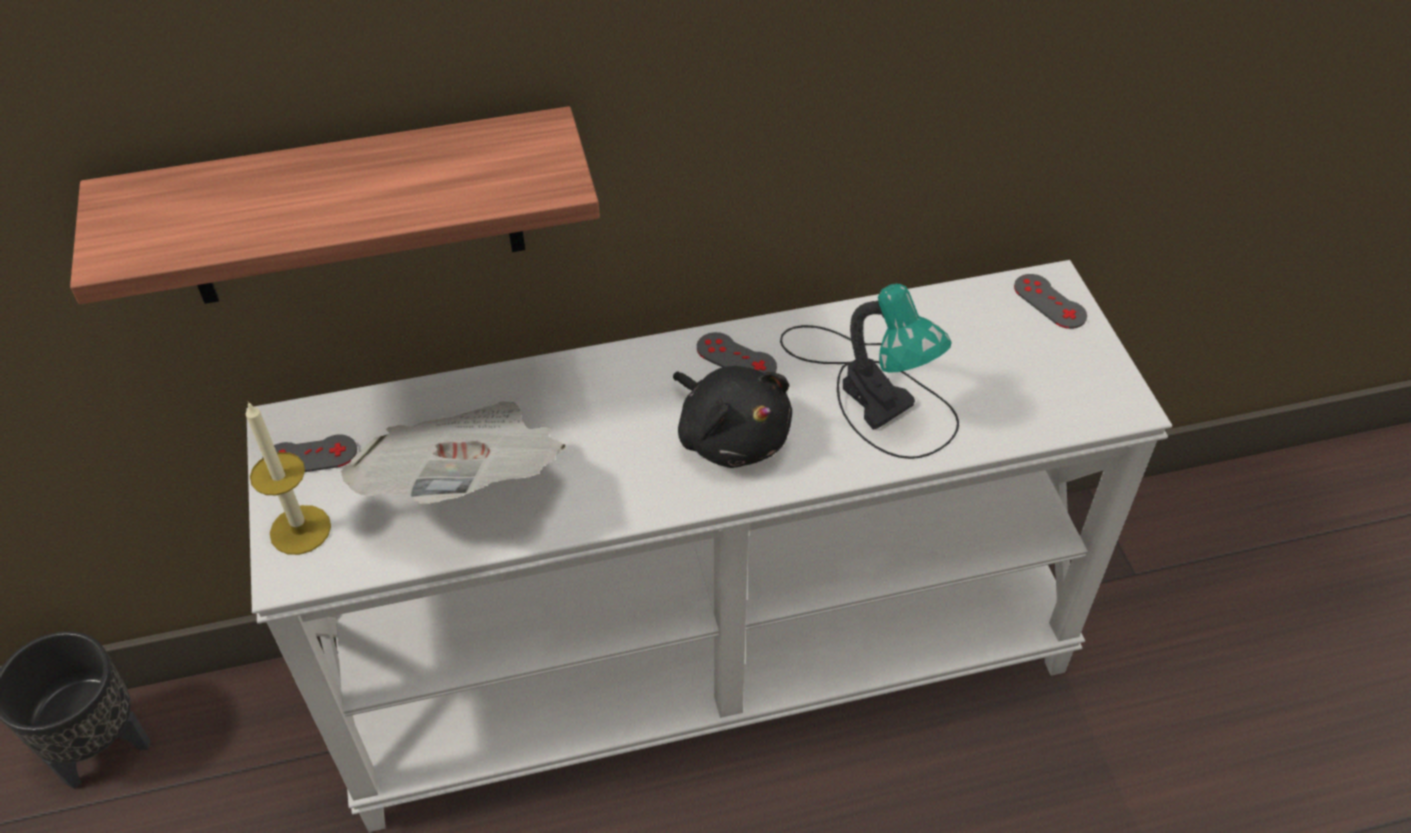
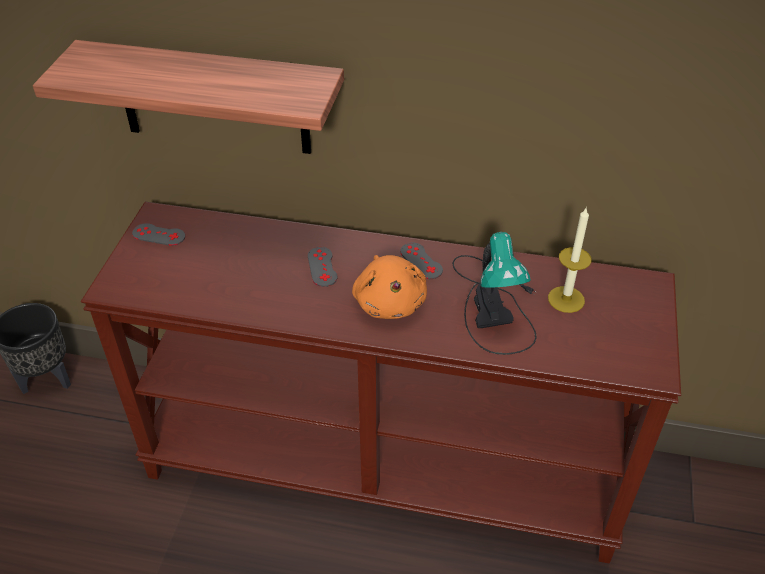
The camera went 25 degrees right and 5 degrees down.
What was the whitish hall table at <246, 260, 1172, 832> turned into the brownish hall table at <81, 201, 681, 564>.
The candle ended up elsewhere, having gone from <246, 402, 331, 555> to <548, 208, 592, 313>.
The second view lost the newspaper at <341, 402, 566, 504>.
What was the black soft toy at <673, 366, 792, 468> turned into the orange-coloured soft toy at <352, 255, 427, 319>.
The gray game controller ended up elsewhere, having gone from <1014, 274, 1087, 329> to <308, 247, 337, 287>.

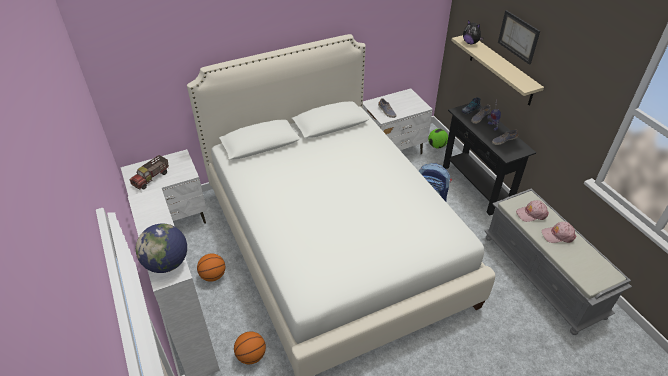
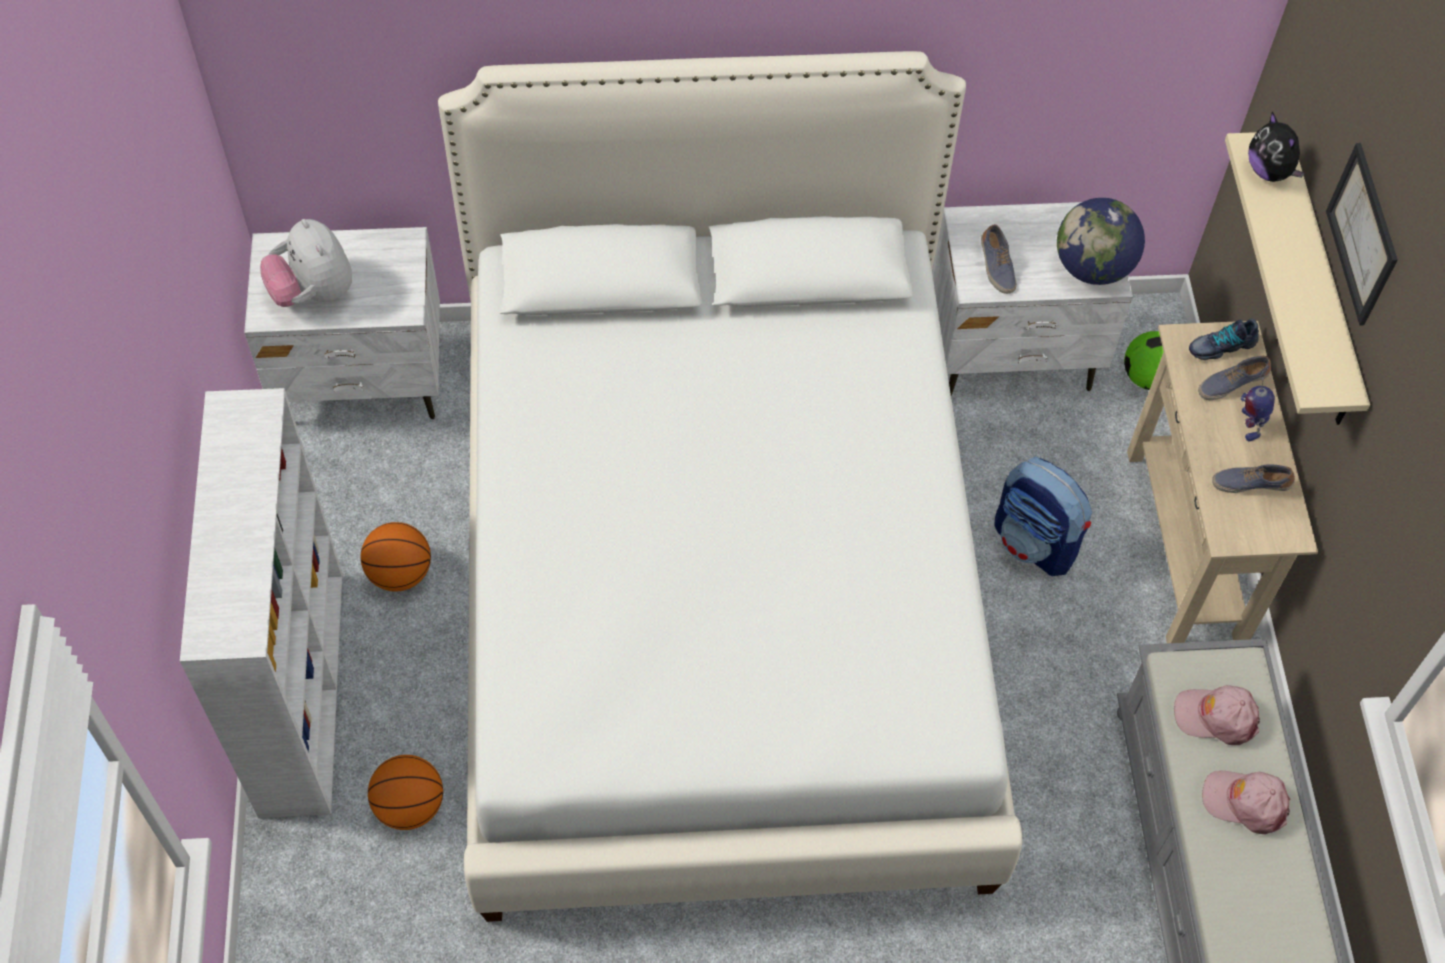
The camera went 20 degrees right and 15 degrees up.
Where the toy truck stood at <130, 155, 169, 189>, the soft toy came to stand at <260, 219, 352, 307>.
The globe ended up elsewhere, having gone from <136, 223, 187, 273> to <1057, 198, 1145, 285>.
What was the black hall table at <443, 104, 536, 216> turned into the beige hall table at <1127, 321, 1318, 643>.

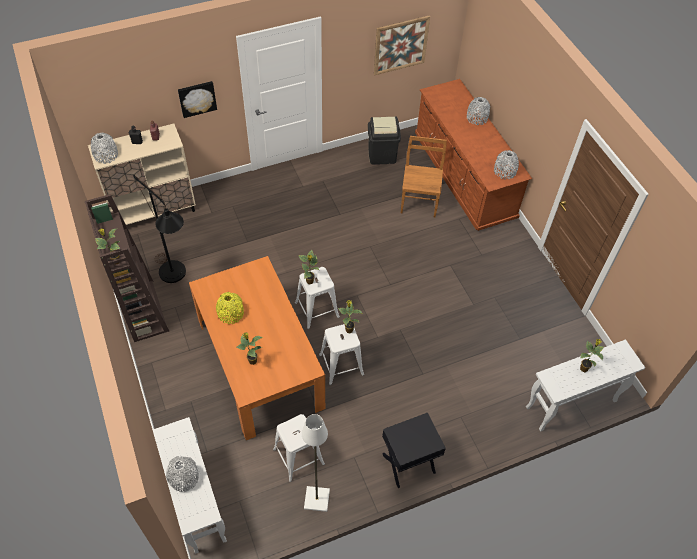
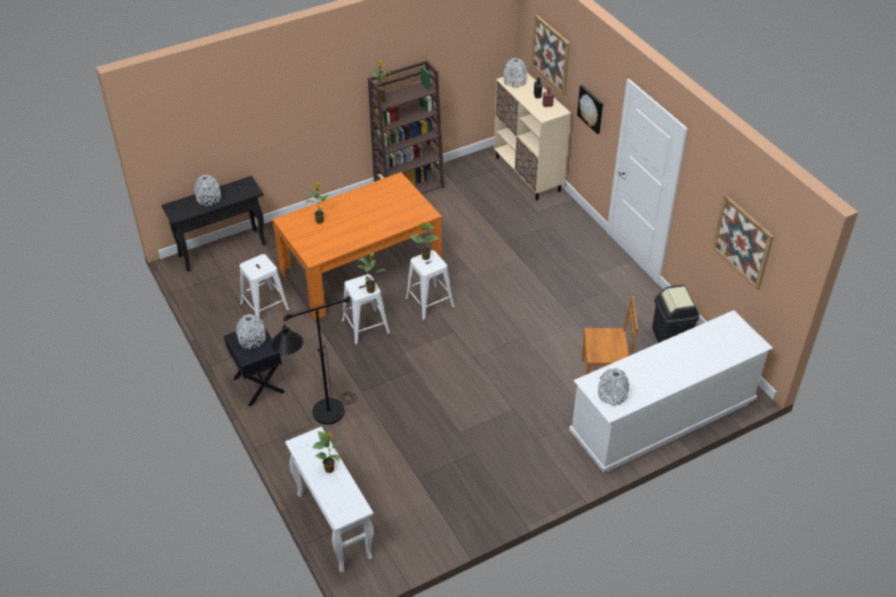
The camera went 85 degrees right and 10 degrees down.
The black standard lamp ended up elsewhere, having gone from <133, 175, 186, 283> to <271, 296, 357, 425>.
What was the whitish hall table at <153, 417, 227, 554> turned into the black hall table at <161, 176, 266, 272>.
The second view lost the yellow flower vase at <216, 292, 244, 324>.
The second view lost the whitish standard lamp at <302, 414, 330, 512>.
What was the brownish drawer chest at <415, 79, 532, 231> turned into the whitish drawer chest at <569, 310, 773, 472>.
The gray flower vase ended up elsewhere, having gone from <467, 97, 490, 125> to <236, 314, 266, 349>.
The second view gained the picture at <531, 14, 570, 96>.

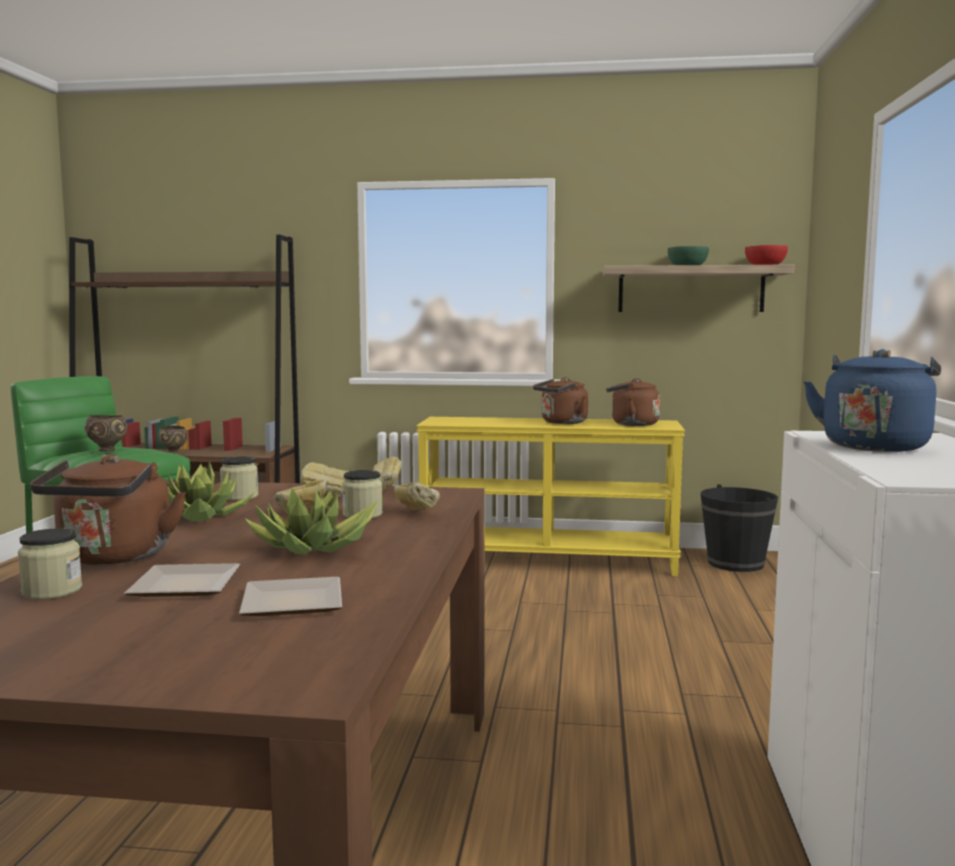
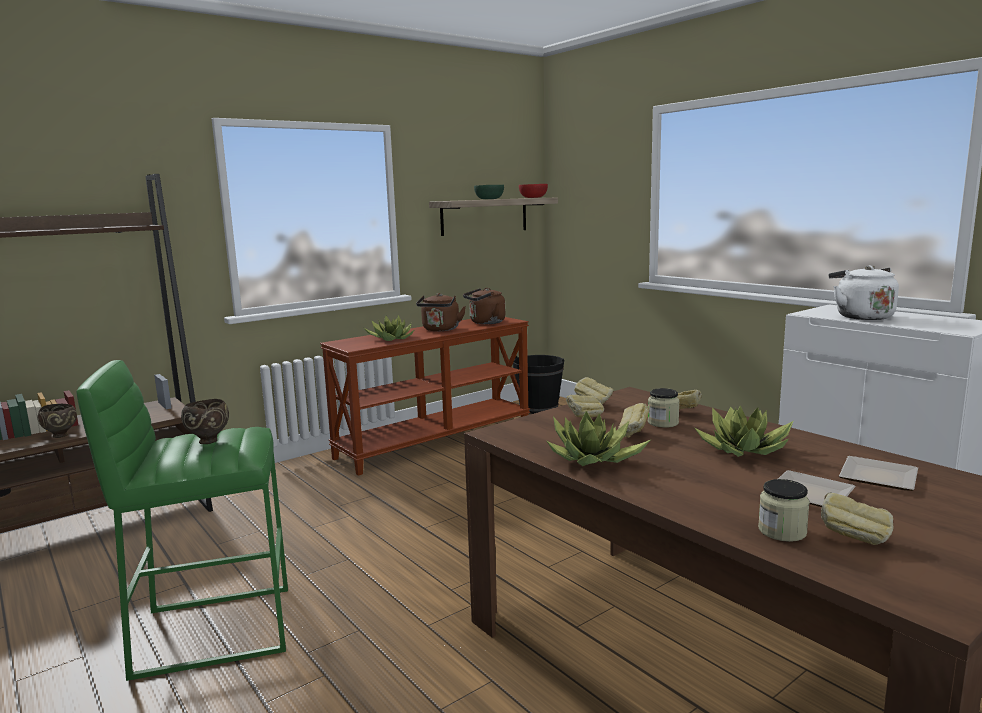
The camera went 45 degrees left and 5 degrees up.
The second view lost the brownish water kettle at <30, 454, 186, 565>.
The second view lost the preserve jar at <220, 456, 259, 501>.
What was the yellow hall table at <416, 417, 685, 576> turned into the brownish hall table at <320, 317, 530, 476>.
What was the bluish water kettle at <804, 349, 941, 452> turned into the whitish water kettle at <829, 265, 899, 320>.
The second view gained the houseplant at <363, 315, 414, 341>.
The second view gained the bakery bread at <821, 492, 894, 545>.

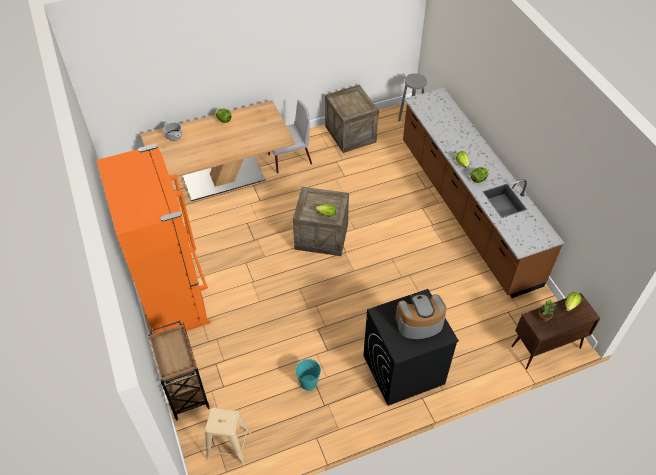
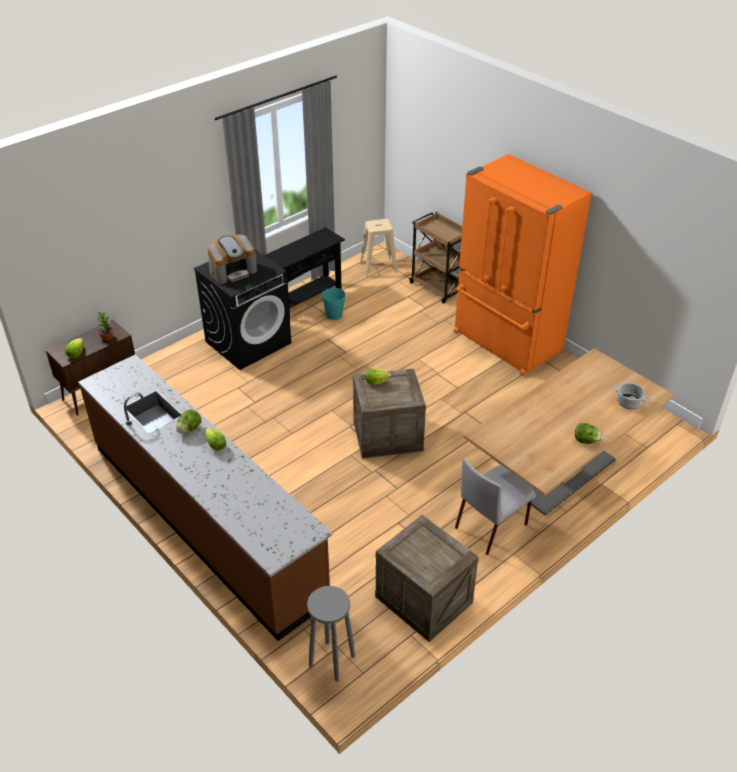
The camera went 160 degrees right and 10 degrees down.
The second view gained the black hall table at <264, 227, 345, 315>.

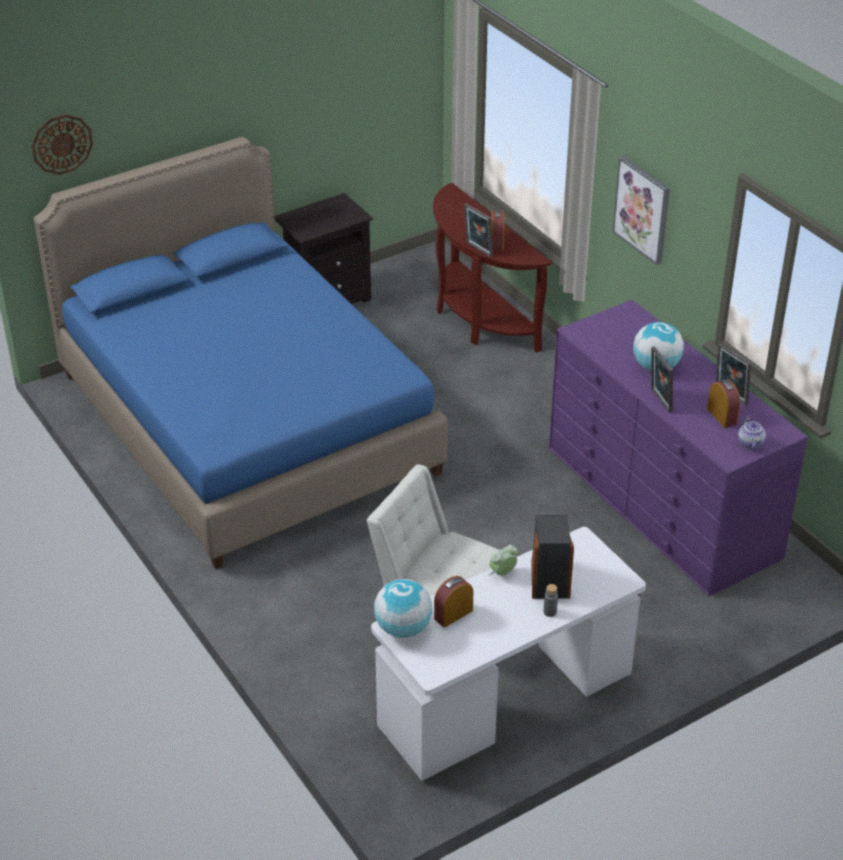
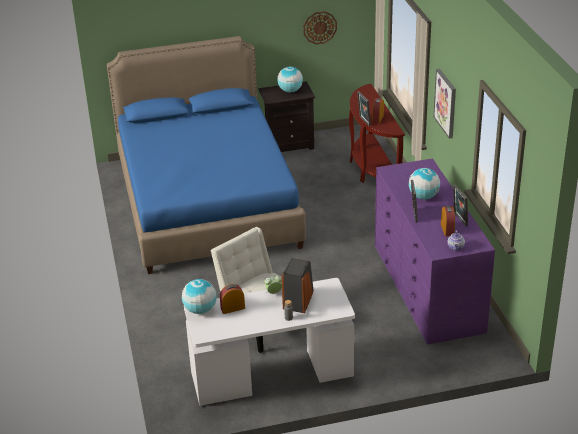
The camera went 20 degrees right and 5 degrees down.
The clock on the wall ended up elsewhere, having gone from <32, 114, 93, 175> to <303, 11, 337, 44>.
The second view gained the globe at <277, 67, 303, 92>.

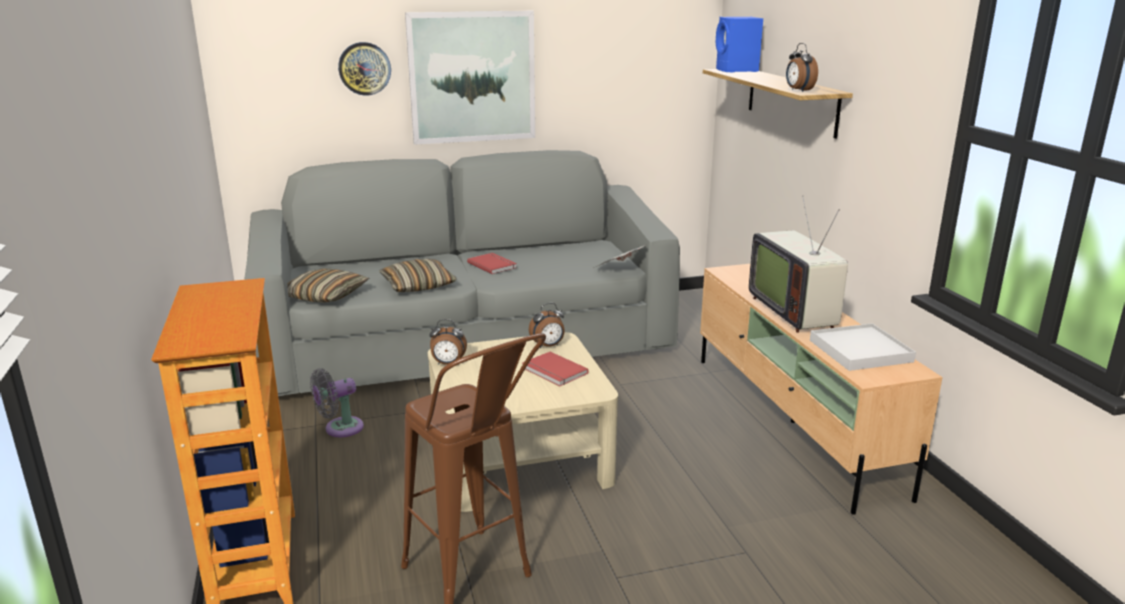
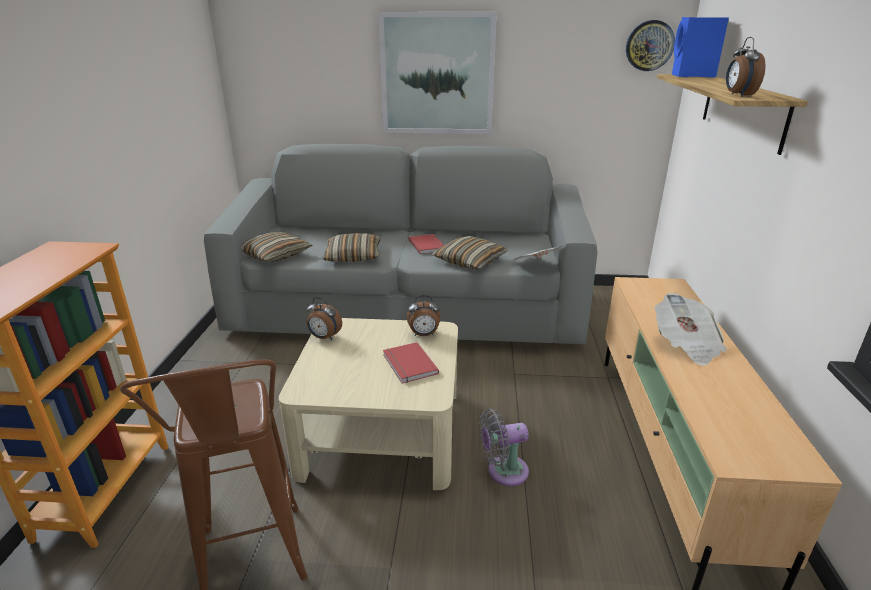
The camera went 20 degrees right and 5 degrees up.
The gray electric fan ended up elsewhere, having gone from <310, 368, 364, 437> to <479, 409, 529, 486>.
The clock on the wall ended up elsewhere, having gone from <338, 42, 391, 96> to <626, 20, 675, 71>.
Where the television stood at <749, 196, 848, 333>, the newspaper came to stand at <655, 293, 727, 366>.
The second view lost the whitish serving tray at <810, 323, 916, 371>.
The second view gained the pillow at <432, 236, 508, 270>.

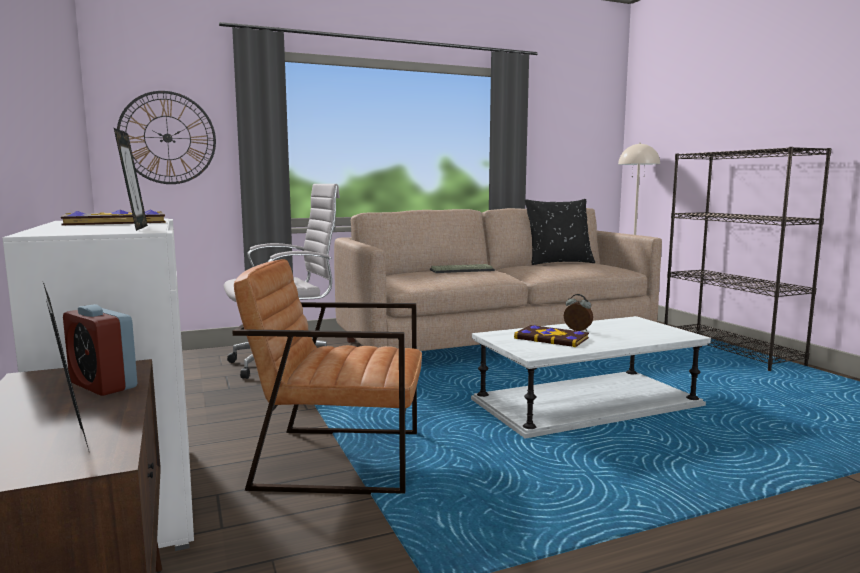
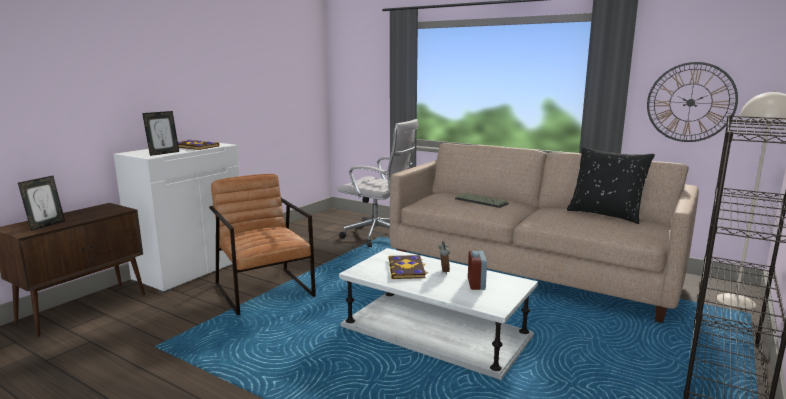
The camera went 55 degrees right and 5 degrees up.
The alarm clock ended up elsewhere, having gone from <63, 304, 137, 396> to <468, 250, 487, 290>.
The clock on the wall ended up elsewhere, having gone from <117, 91, 216, 184> to <647, 62, 738, 142>.

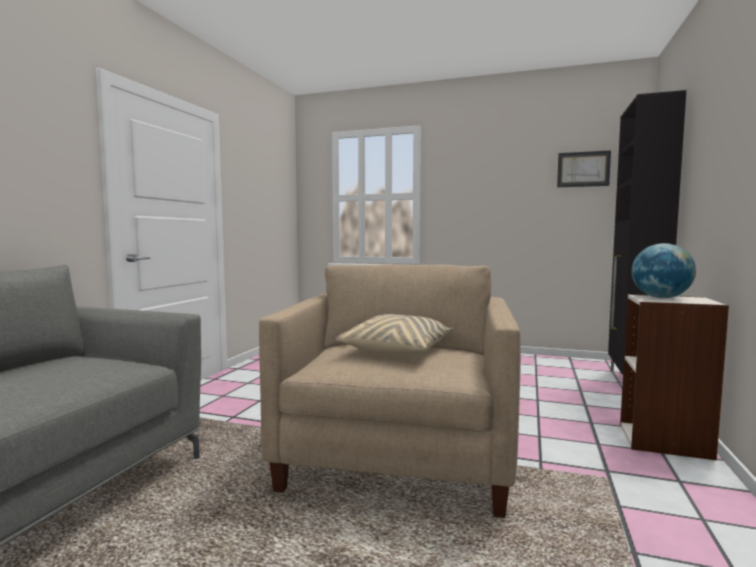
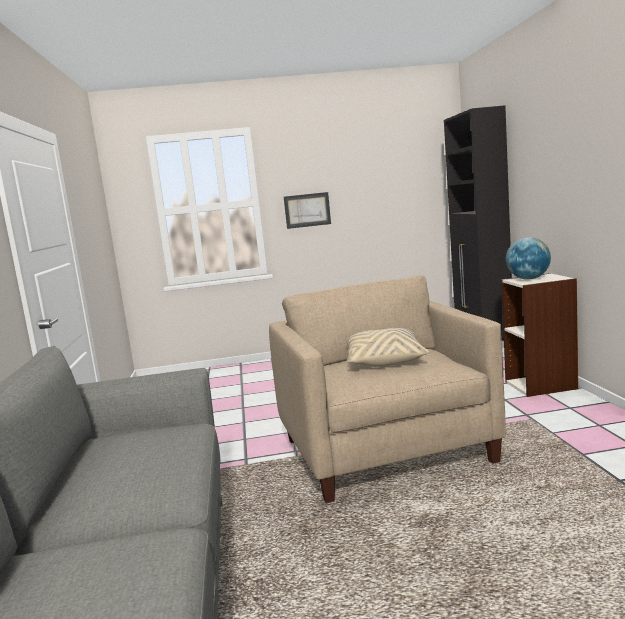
The camera went 25 degrees left and 5 degrees up.
The picture ended up elsewhere, having gone from <557, 150, 611, 187> to <284, 192, 331, 229>.

